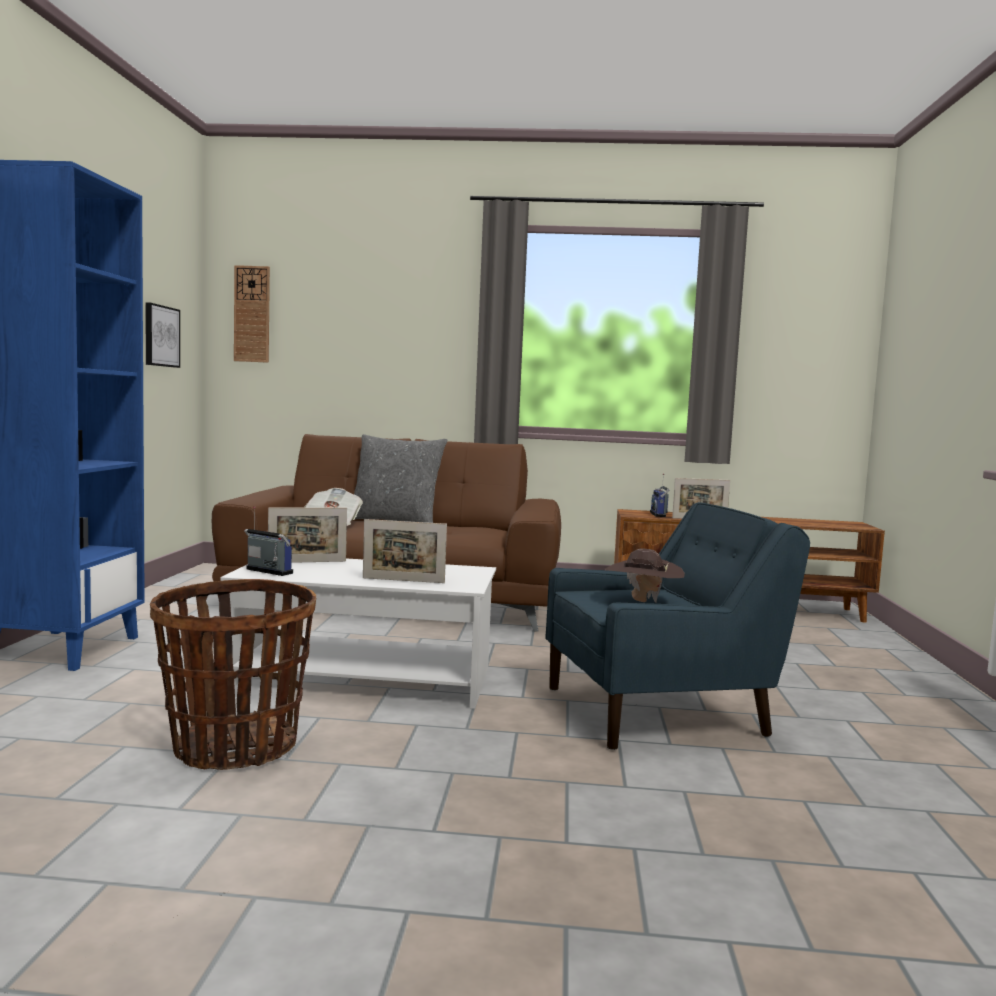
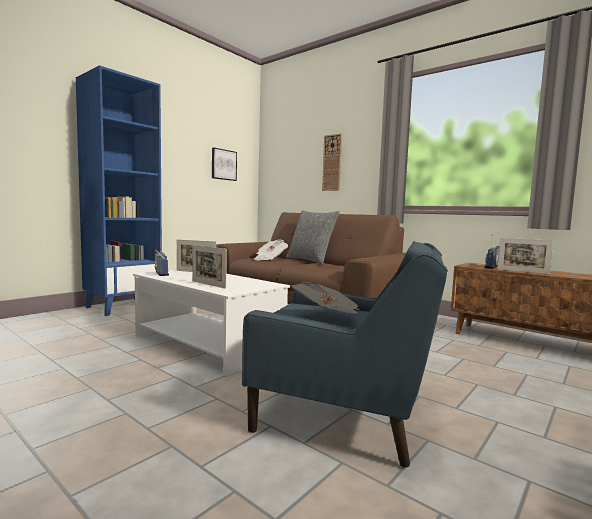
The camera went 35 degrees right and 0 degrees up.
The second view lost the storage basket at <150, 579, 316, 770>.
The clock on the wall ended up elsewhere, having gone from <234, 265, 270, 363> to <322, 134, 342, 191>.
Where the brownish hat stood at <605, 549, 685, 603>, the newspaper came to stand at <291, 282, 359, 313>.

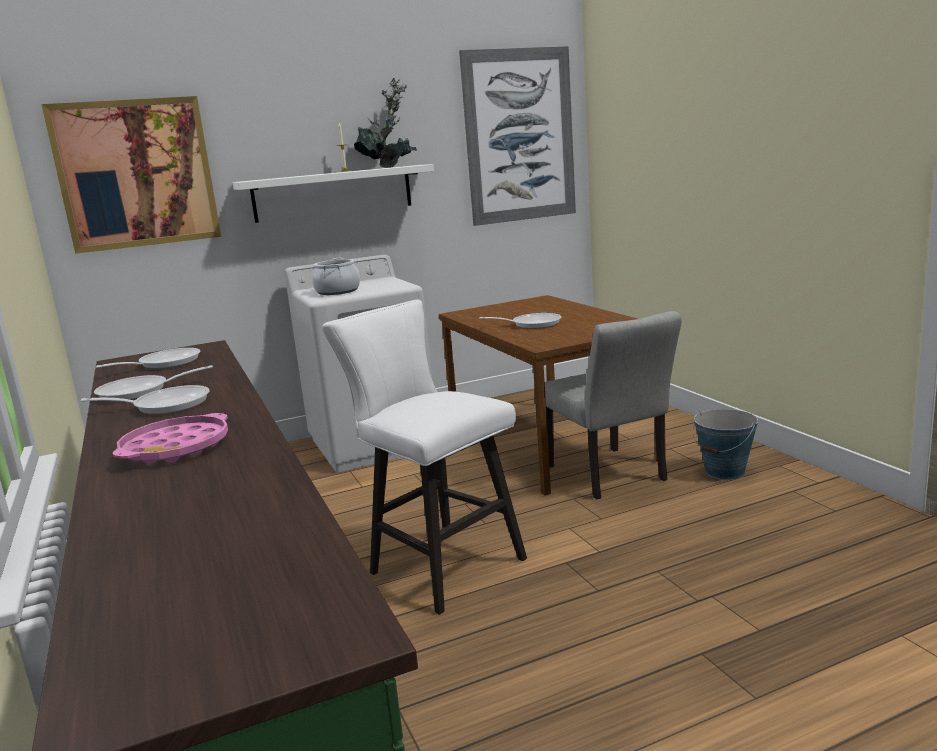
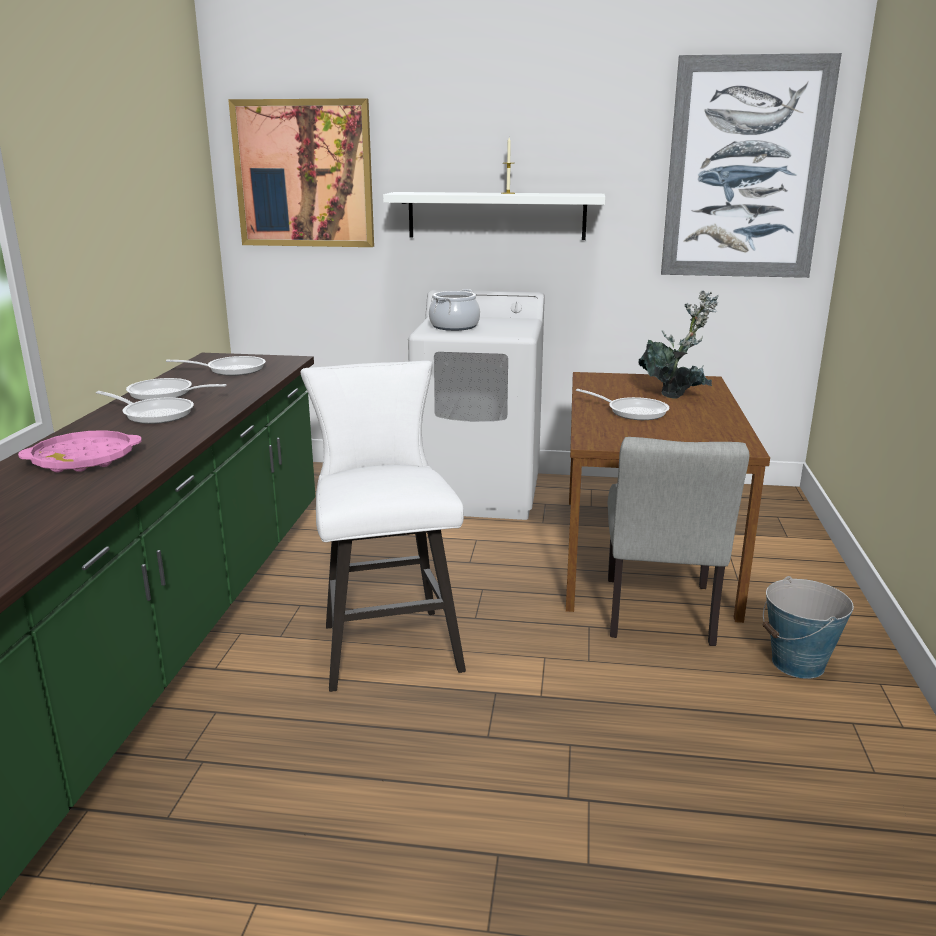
The camera went 30 degrees right and 5 degrees up.
The houseplant ended up elsewhere, having gone from <354, 78, 417, 168> to <638, 290, 719, 399>.

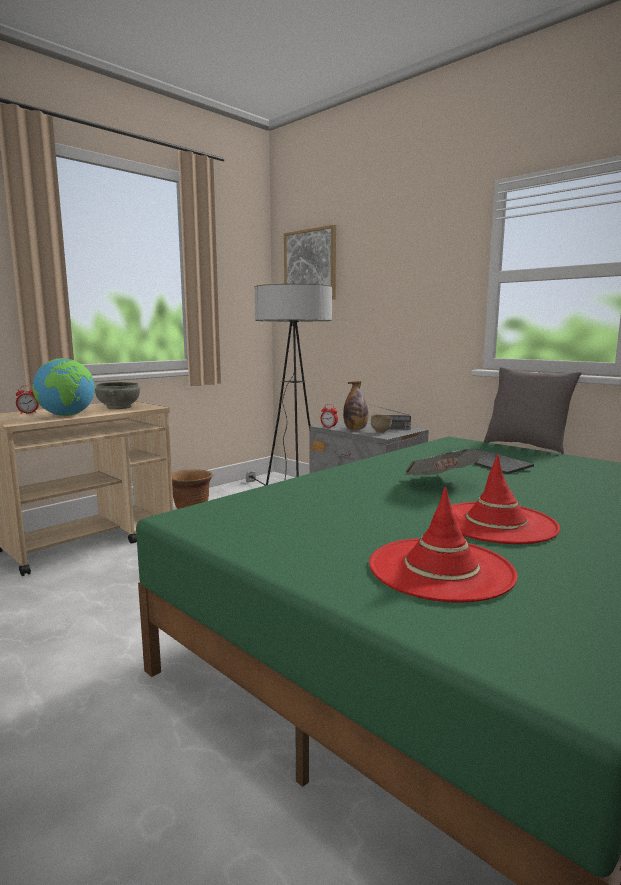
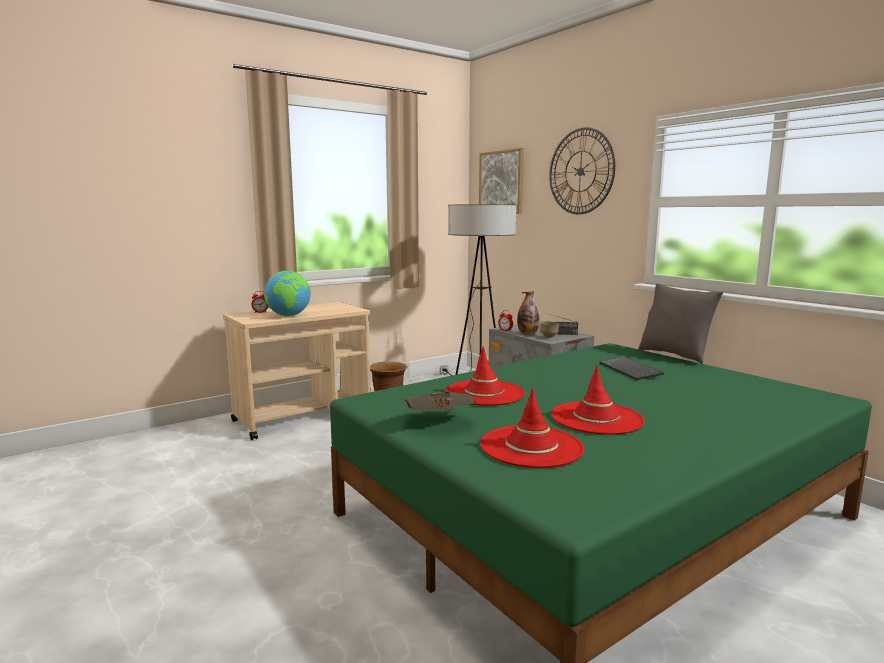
The camera went 10 degrees right and 0 degrees up.
The second view lost the gray serving bowl at <95, 382, 140, 409>.
The newspaper ended up elsewhere, having gone from <404, 449, 483, 475> to <402, 392, 477, 410>.
The second view gained the red hat at <445, 346, 525, 406>.
The second view gained the clock on the wall at <549, 127, 615, 214>.

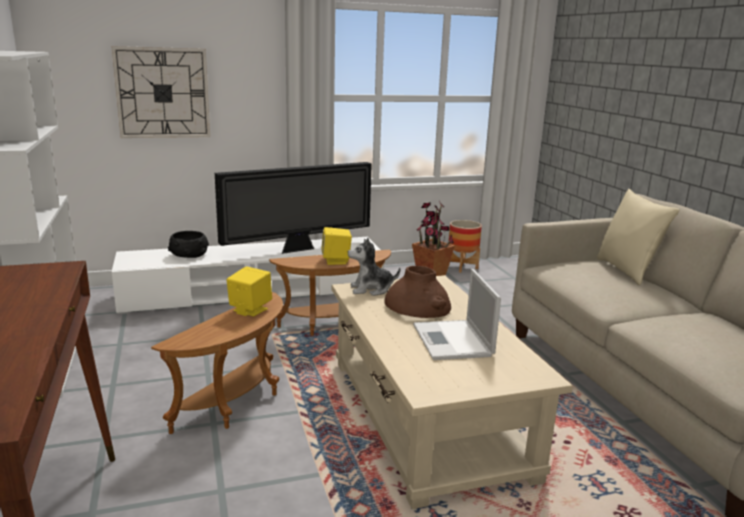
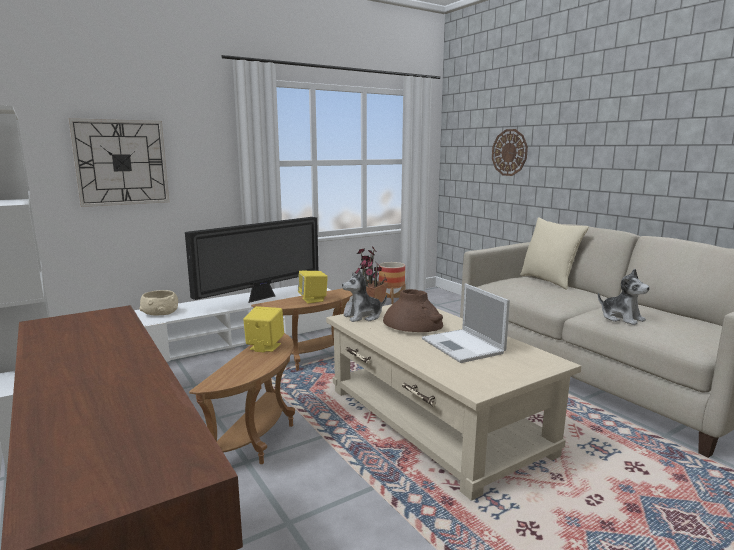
The camera went 15 degrees left and 5 degrees down.
What was the black serving bowl at <168, 231, 209, 258> turned into the beige serving bowl at <139, 290, 178, 315>.
The second view gained the clock on the wall at <492, 129, 528, 176>.
The second view gained the soft toy at <598, 269, 650, 325>.

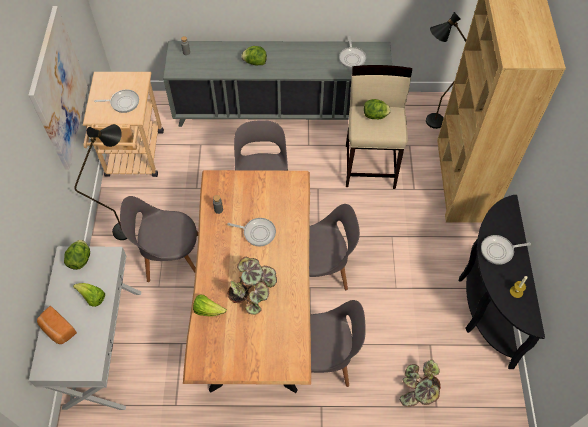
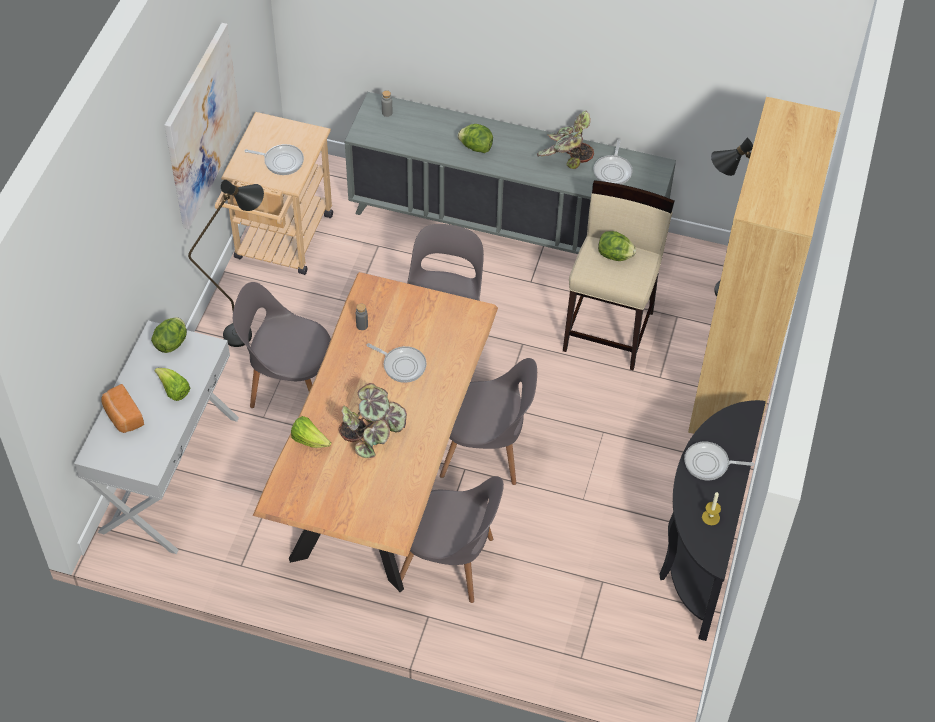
The camera went 15 degrees right and 5 degrees down.
The houseplant ended up elsewhere, having gone from <399, 360, 441, 407> to <537, 111, 594, 169>.

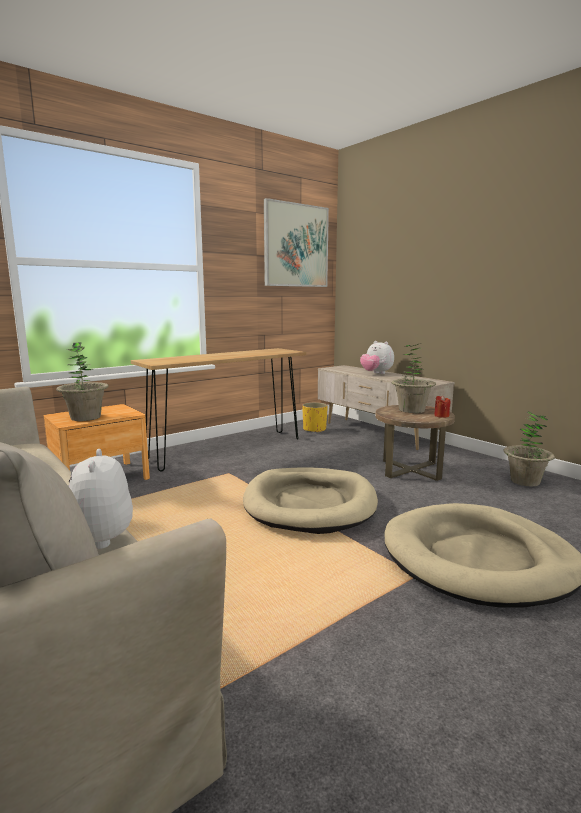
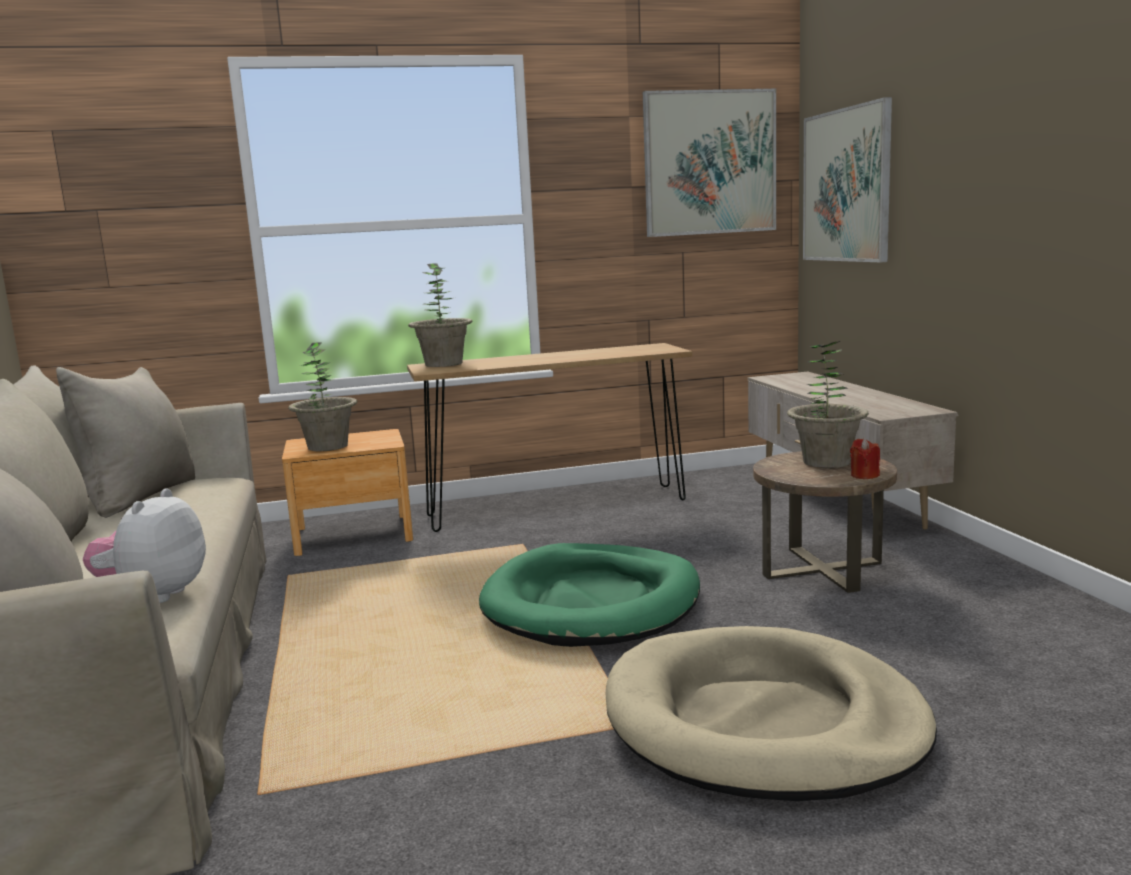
The camera went 25 degrees right and 0 degrees up.
What was the beige pet bed at <243, 467, 378, 534> turned into the green-coloured pet bed at <479, 543, 700, 647>.
The second view lost the yellow plant pot at <302, 402, 328, 433>.
The second view lost the soft toy at <360, 341, 394, 374>.
The houseplant ended up elsewhere, having gone from <504, 411, 555, 487> to <408, 263, 473, 367>.
The second view gained the picture at <803, 97, 892, 262>.

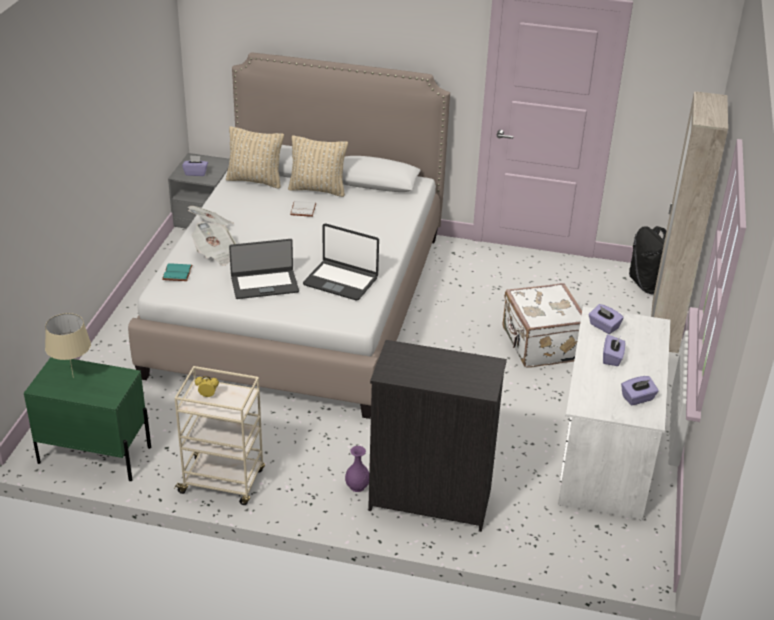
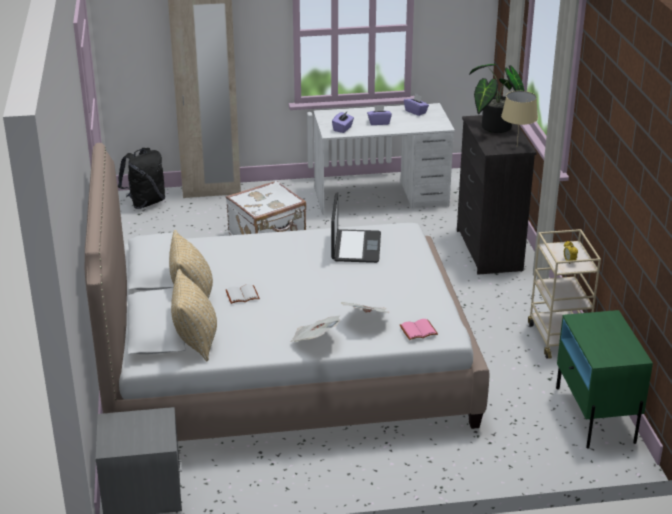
The camera went 110 degrees left and 5 degrees down.
The beige table lamp ended up elsewhere, having gone from <45, 313, 91, 378> to <501, 91, 538, 144>.
What was the turquoise-coloured bound book at <162, 263, 192, 281> turned into the pink bound book at <400, 319, 438, 340>.
The second view lost the purple-coloured tissue box at <182, 155, 208, 176>.
The second view lost the notebook computer at <229, 239, 299, 299>.
The second view lost the purple-coloured flower vase at <345, 446, 369, 492>.
The second view gained the houseplant at <469, 64, 525, 133>.

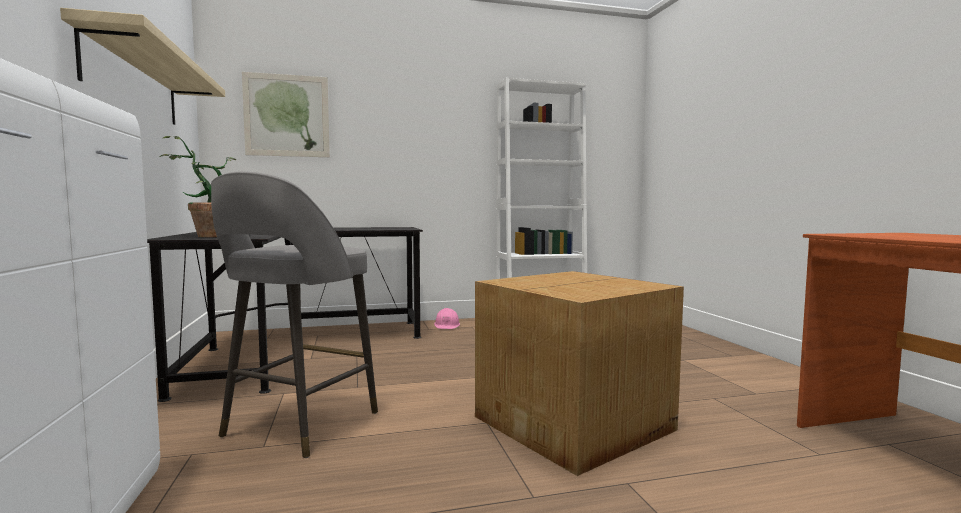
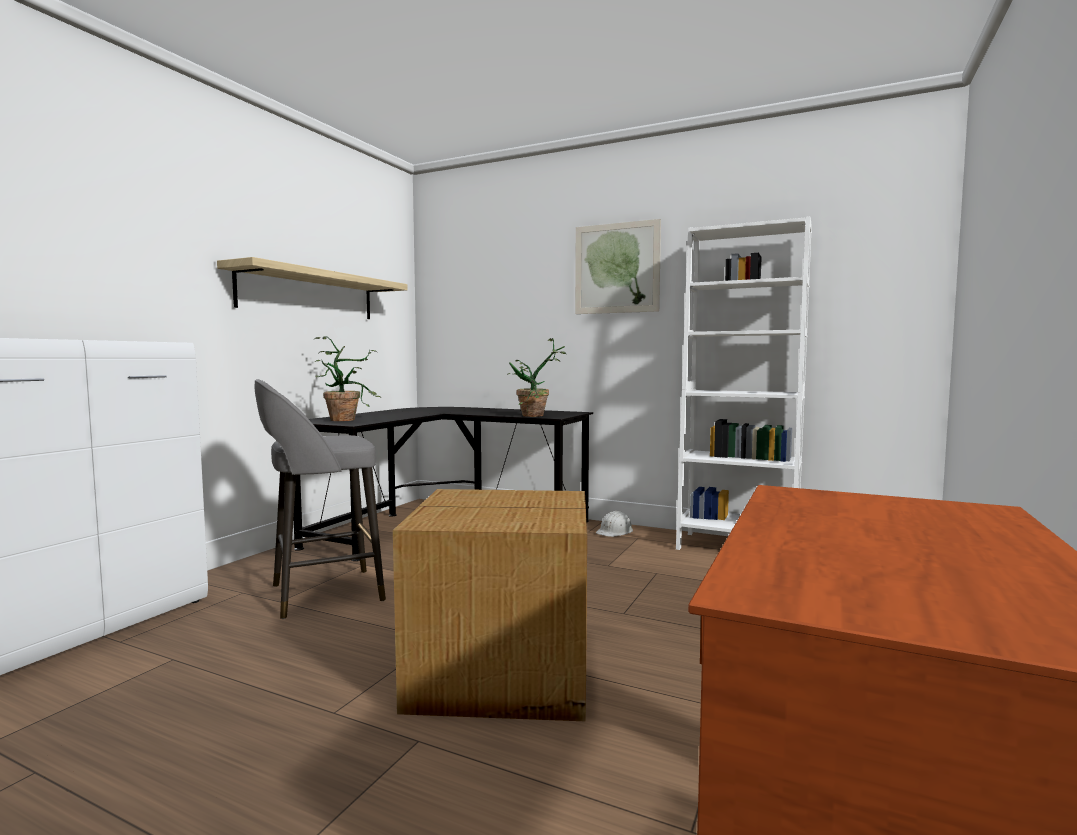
The camera went 40 degrees right and 0 degrees up.
The picture ended up elsewhere, having gone from <242, 72, 330, 157> to <575, 219, 661, 314>.
What was the pink work helmet at <434, 308, 460, 329> turned into the whitish work helmet at <596, 511, 633, 537>.
The second view gained the houseplant at <507, 338, 567, 417>.

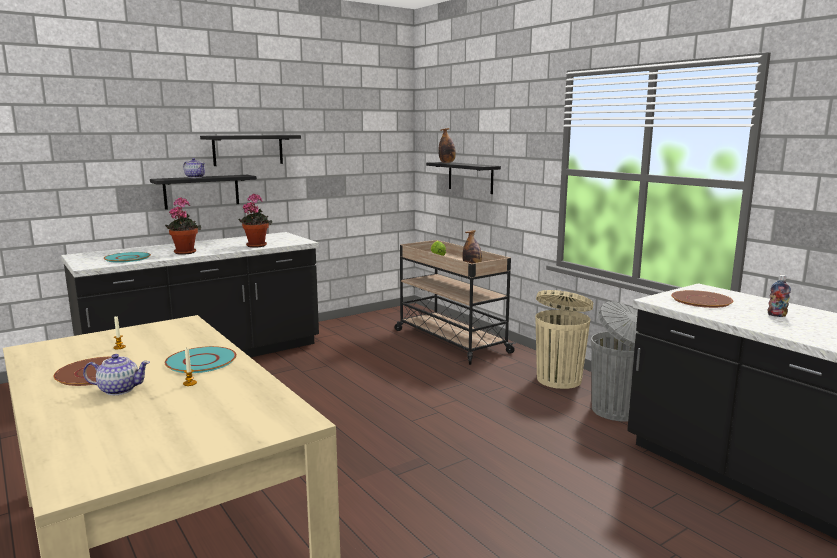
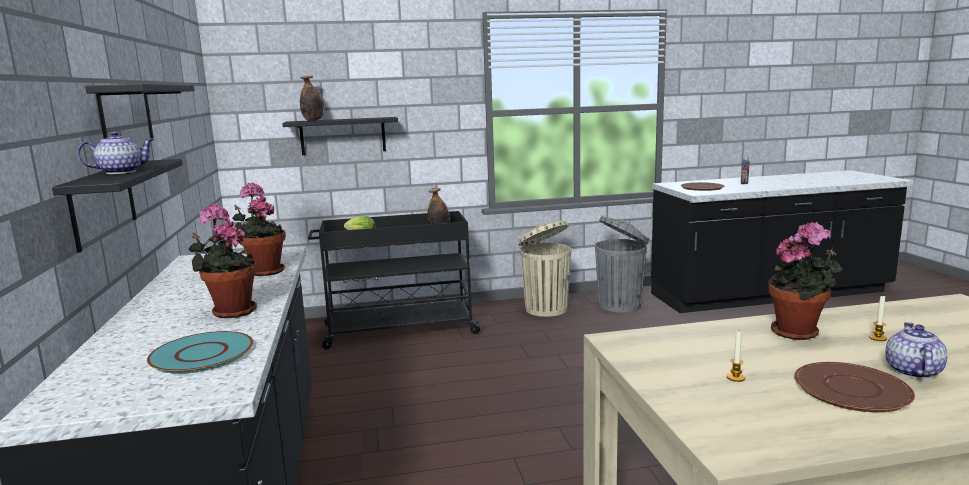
The camera went 65 degrees left and 0 degrees up.
Where the turquoise-coloured flat dish stood at <165, 346, 237, 373>, the houseplant came to stand at <769, 222, 843, 340>.
What was the beige trolley at <394, 240, 516, 365> turned into the black trolley at <308, 211, 482, 350>.

